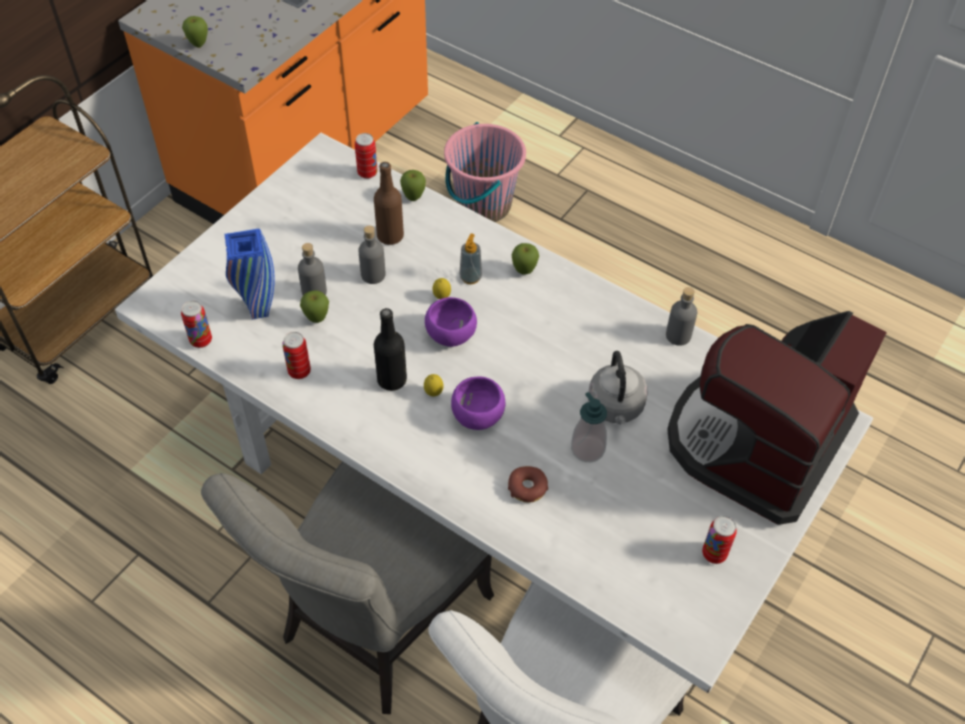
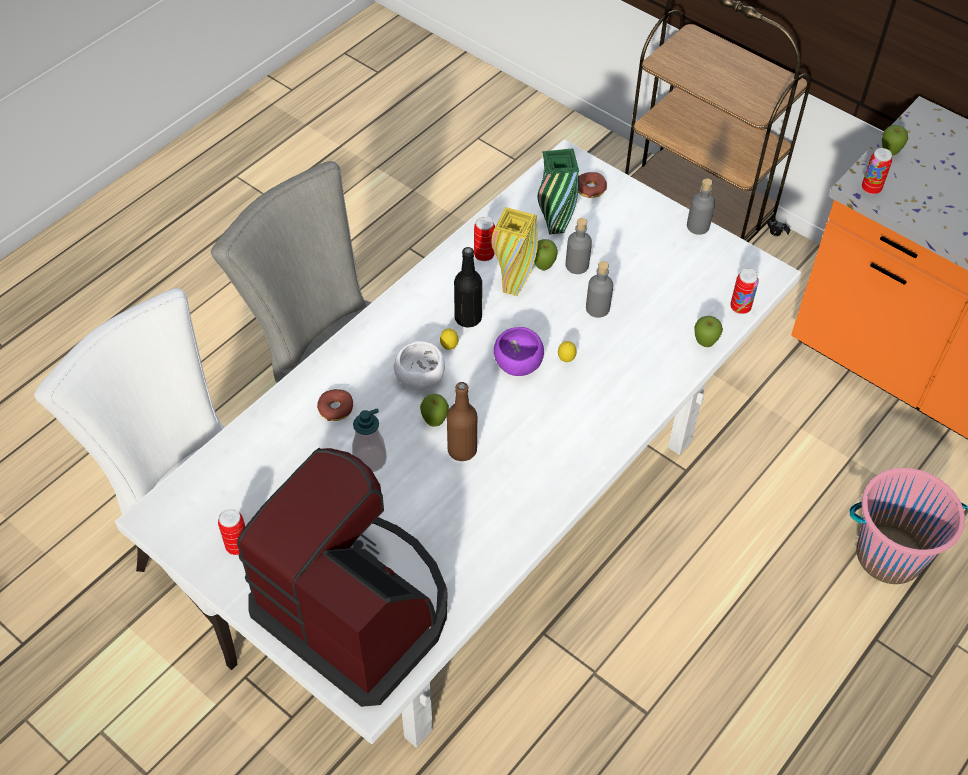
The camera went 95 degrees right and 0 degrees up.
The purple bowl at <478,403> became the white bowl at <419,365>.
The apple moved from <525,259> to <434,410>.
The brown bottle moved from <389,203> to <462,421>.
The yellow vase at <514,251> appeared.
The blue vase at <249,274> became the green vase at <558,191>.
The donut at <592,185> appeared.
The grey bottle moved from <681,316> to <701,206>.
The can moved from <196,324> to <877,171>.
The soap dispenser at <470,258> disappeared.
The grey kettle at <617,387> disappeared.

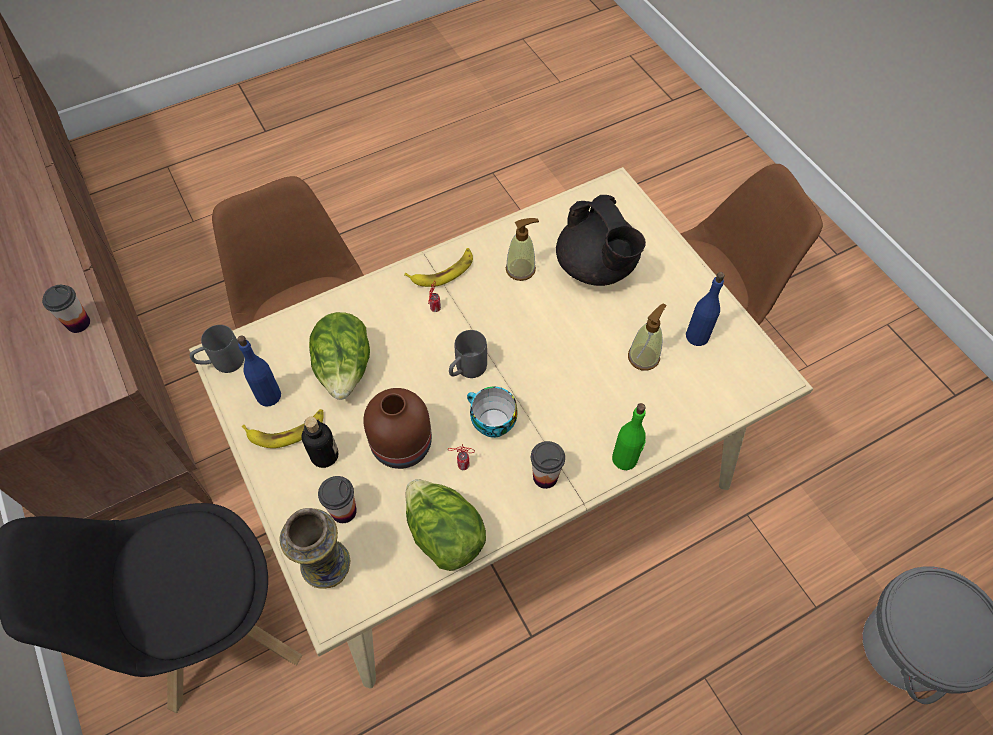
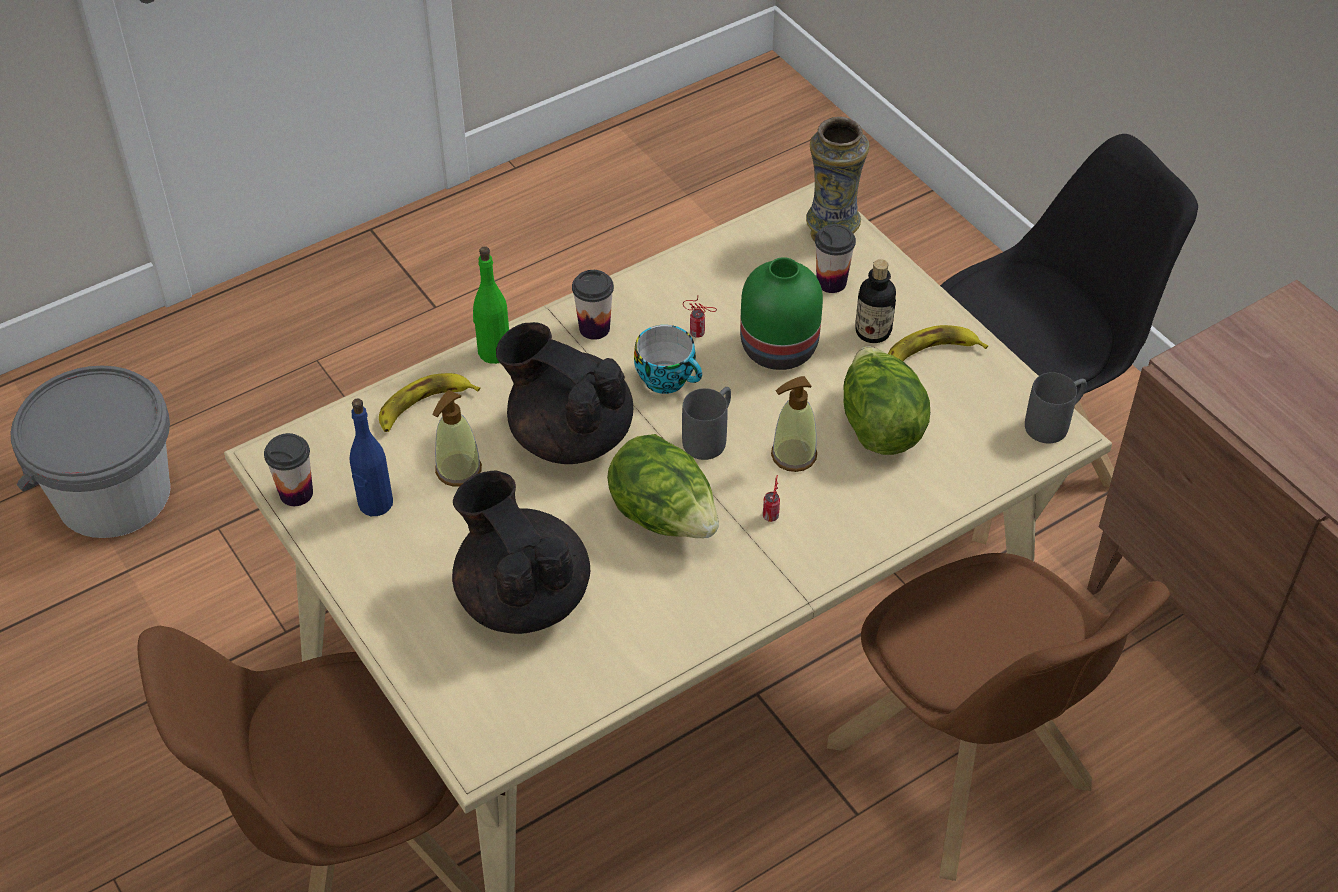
The camera went 175 degrees right and 10 degrees down.
The cup moved from <66,309> to <288,469>.
The banana moved from <438,267> to <429,402>.
The black teapot at <564,393> appeared.
The lettuce moved from <446,525> to <663,486>.
The brown vase at <397,428> became the green vase at <781,313>.
The soap dispenser moved from <522,249> to <794,424>.
The blue bottle at <259,371> disappeared.

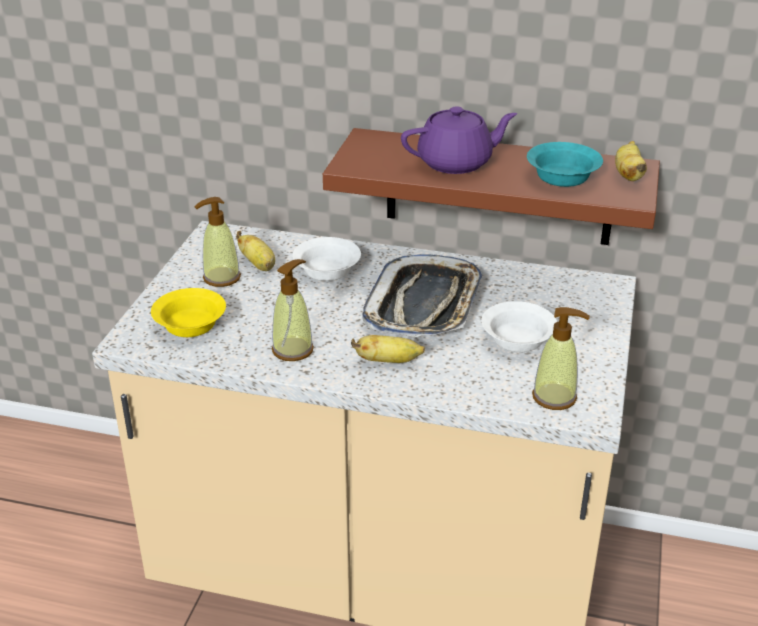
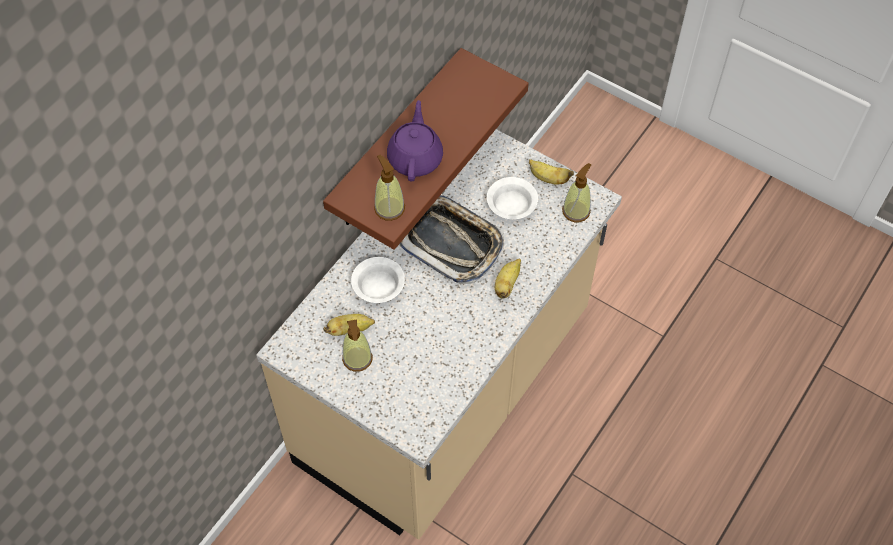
The camera went 70 degrees left and 25 degrees up.
The soap dispenser moved from <293,310> to <389,188>.
The banana moved from <631,161> to <551,171>.
The yellow bowl at <188,312> disappeared.
The turquoise bowl at <565,164> disappeared.

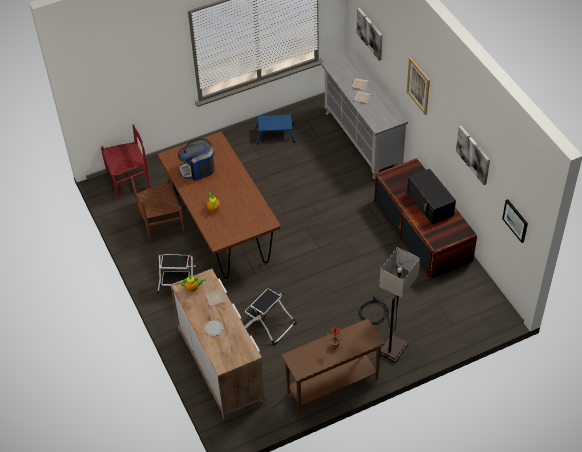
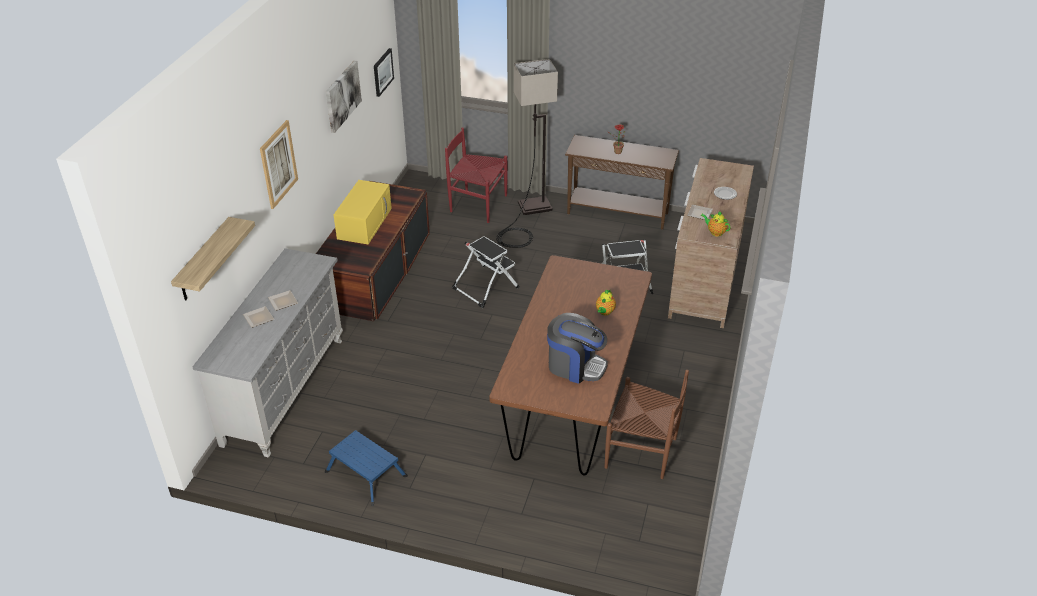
The camera went 140 degrees left and 10 degrees down.
The picture at <370,34> was replaced by the shelf at <213,259>.
The black microwave at <431,196> became the yellow microwave at <363,212>.
The red chair moved from <125,162> to <476,175>.
The step ladder moved from <177,274> to <486,272>.

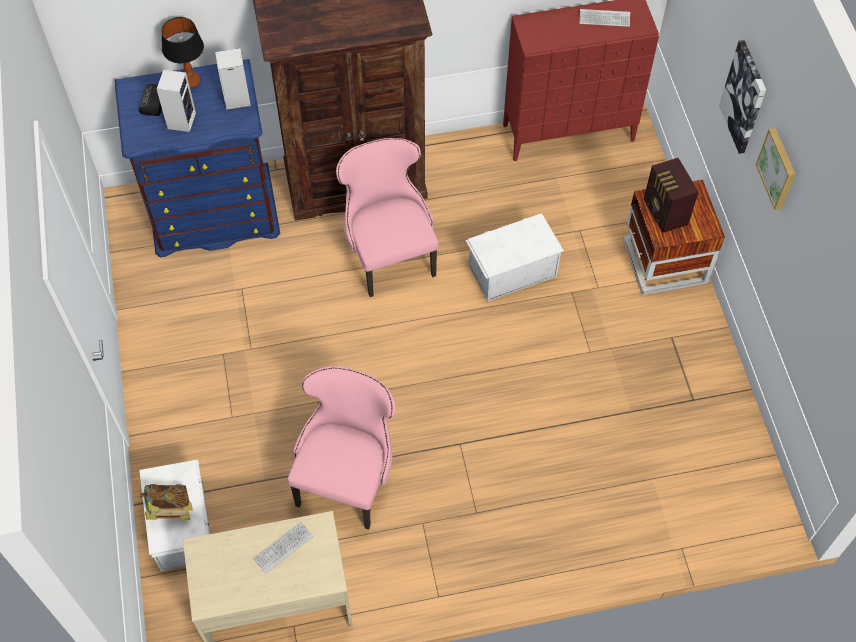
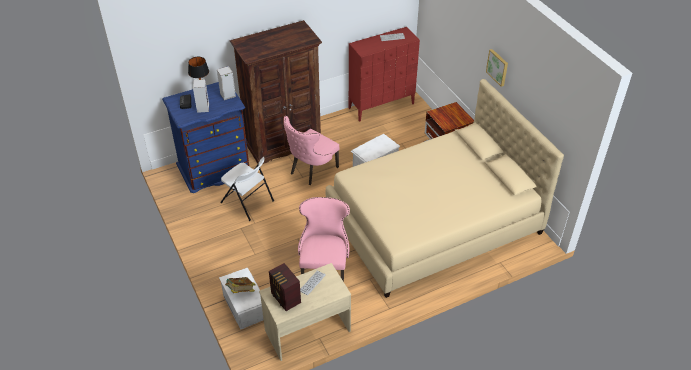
The camera went 15 degrees left and 15 degrees down.
The white chair at <247,189> appeared.
The radio moved from <671,195> to <285,287>.
The pink chair at <387,217> turned 105 degrees counterclockwise.
The beige bed at <445,188> appeared.
The picture at <742,97> disappeared.

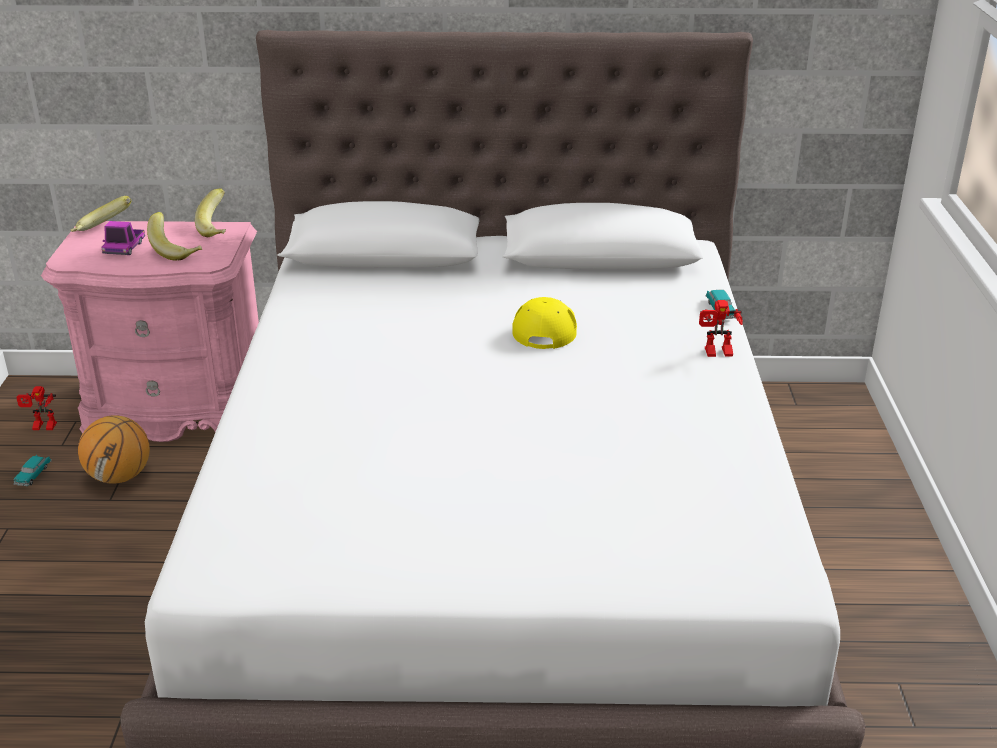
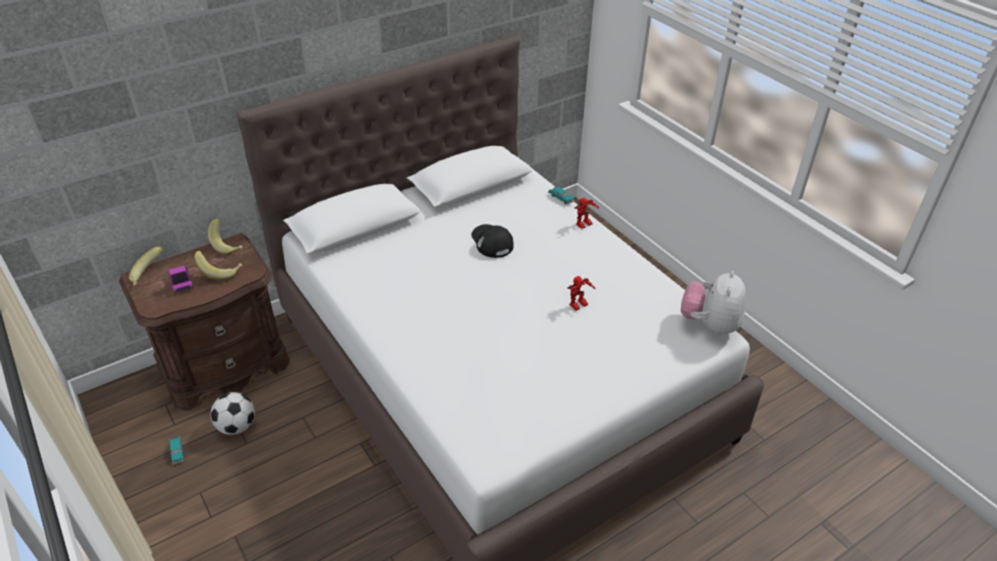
The camera went 35 degrees left and 10 degrees up.
The pink nightstand at <150,331> became the brown nightstand at <204,322>.
The basketball at <114,449> was replaced by the football at <232,413>.
The yellow cap at <544,323> became the black cap at <492,241>.
The toy robot moved from <36,408> to <581,293>.
The plush toy at <713,303> appeared.

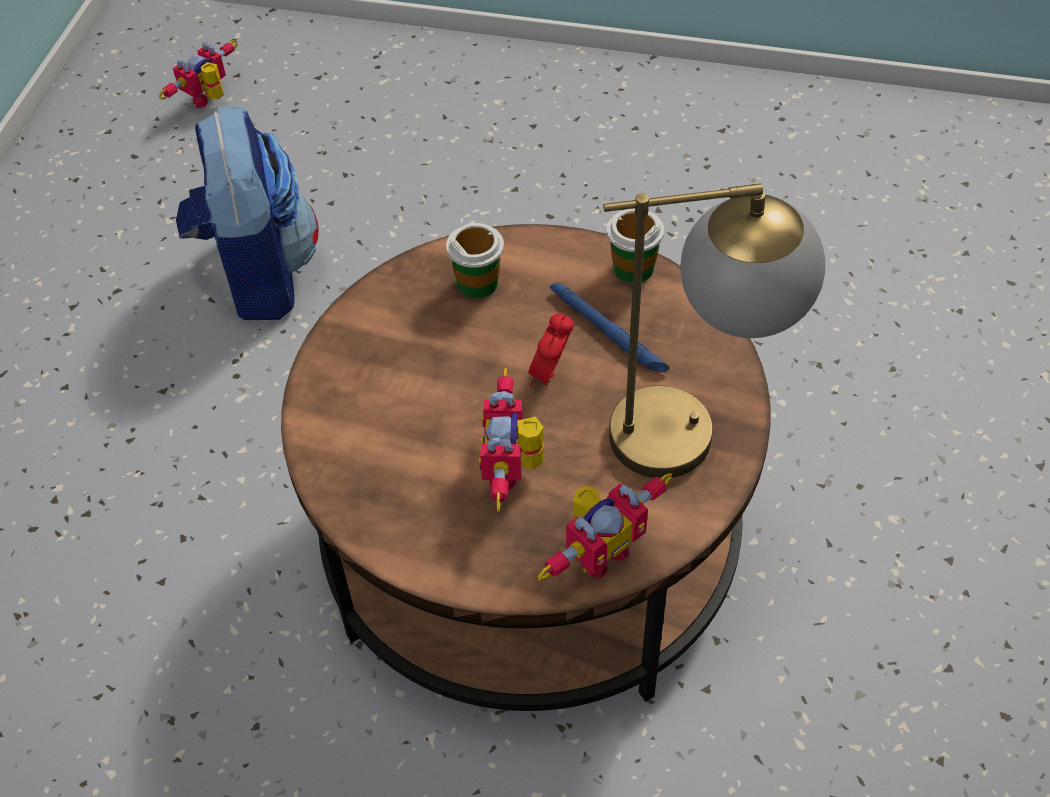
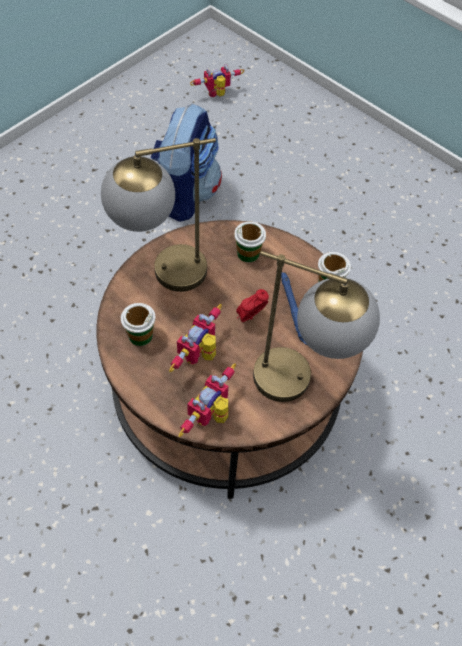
The camera went 25 degrees right and 5 degrees up.
The table lamp at <158,215> appeared.
The cup at <138,324> appeared.
The toy robot at <605,527> turned 135 degrees clockwise.

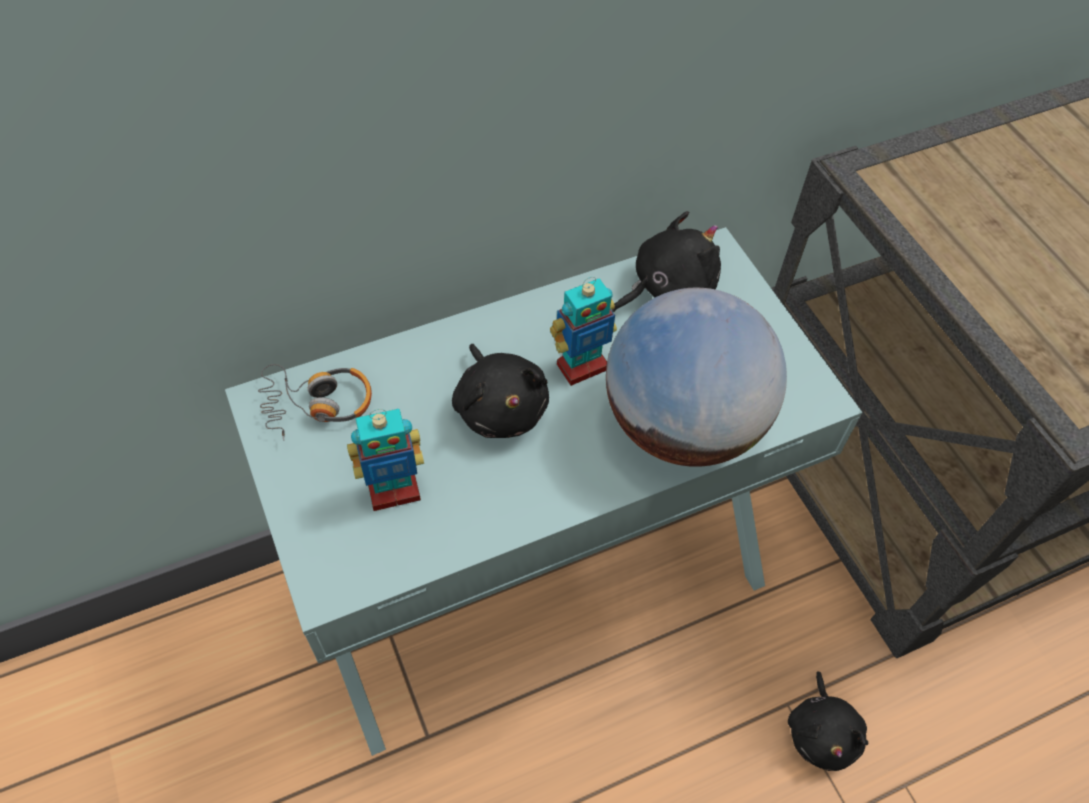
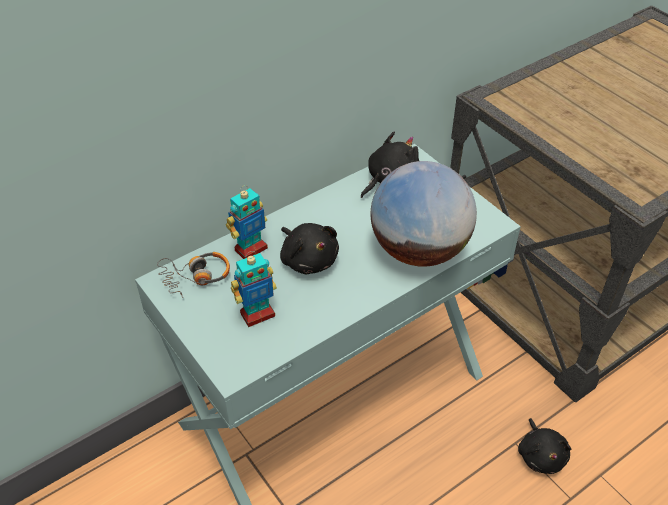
The camera went 10 degrees left and 10 degrees down.
The toy robot moved from <583,331> to <247,222>.

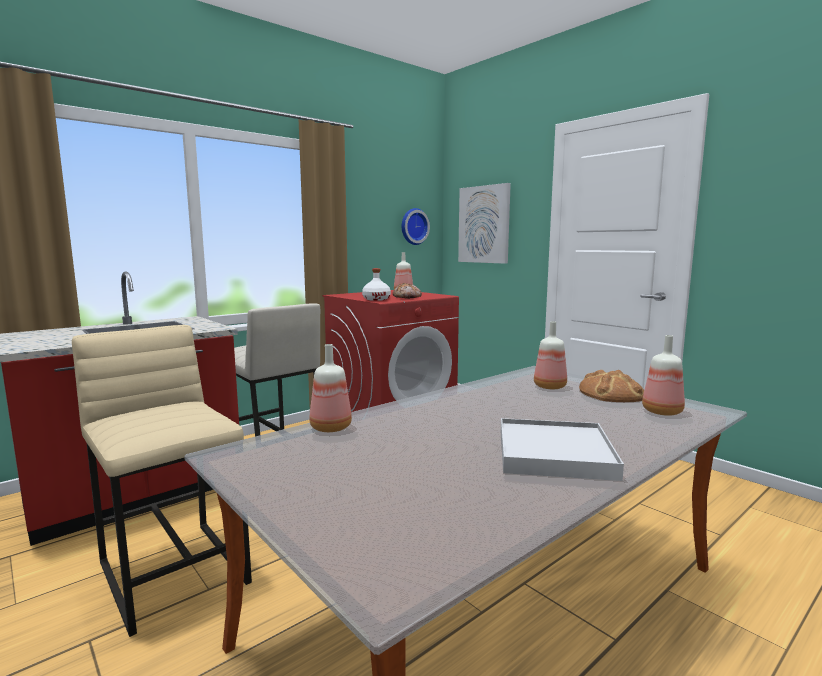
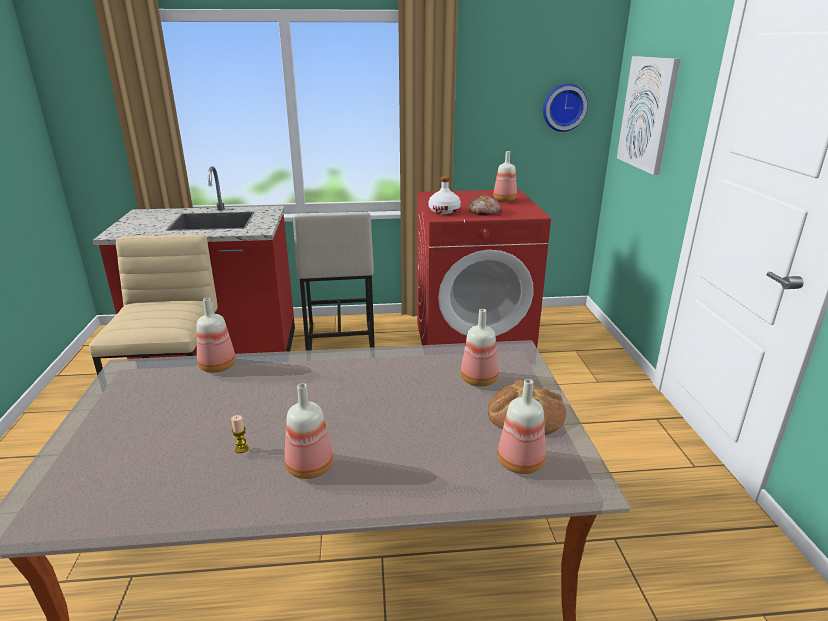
The camera went 35 degrees right and 15 degrees up.
The candle at <240,434> appeared.
The white tray at <562,449> was replaced by the bottle at <308,431>.

